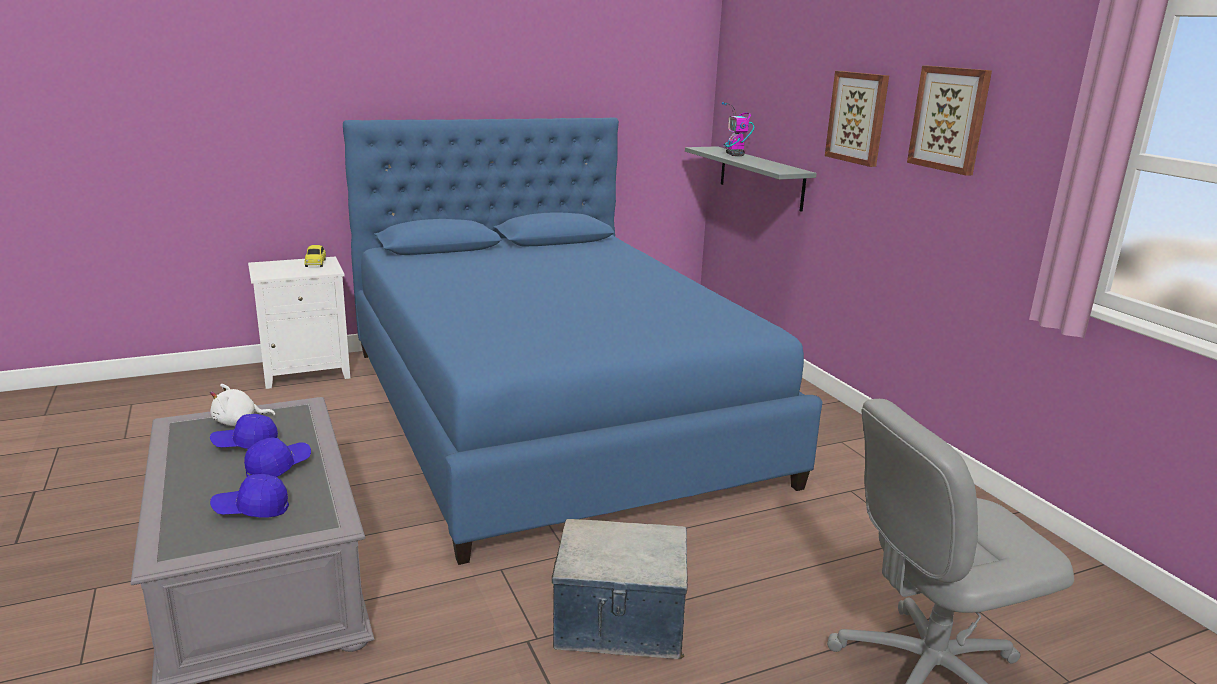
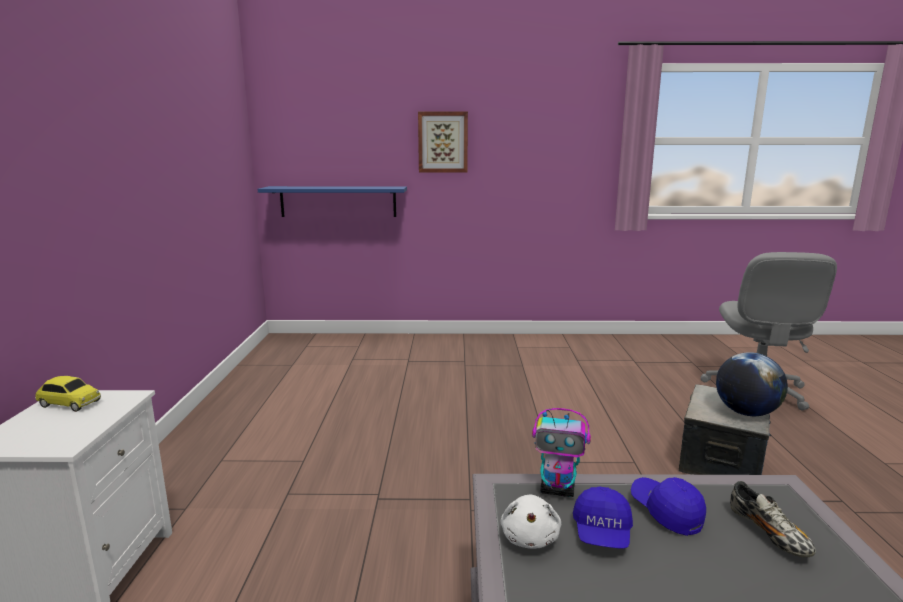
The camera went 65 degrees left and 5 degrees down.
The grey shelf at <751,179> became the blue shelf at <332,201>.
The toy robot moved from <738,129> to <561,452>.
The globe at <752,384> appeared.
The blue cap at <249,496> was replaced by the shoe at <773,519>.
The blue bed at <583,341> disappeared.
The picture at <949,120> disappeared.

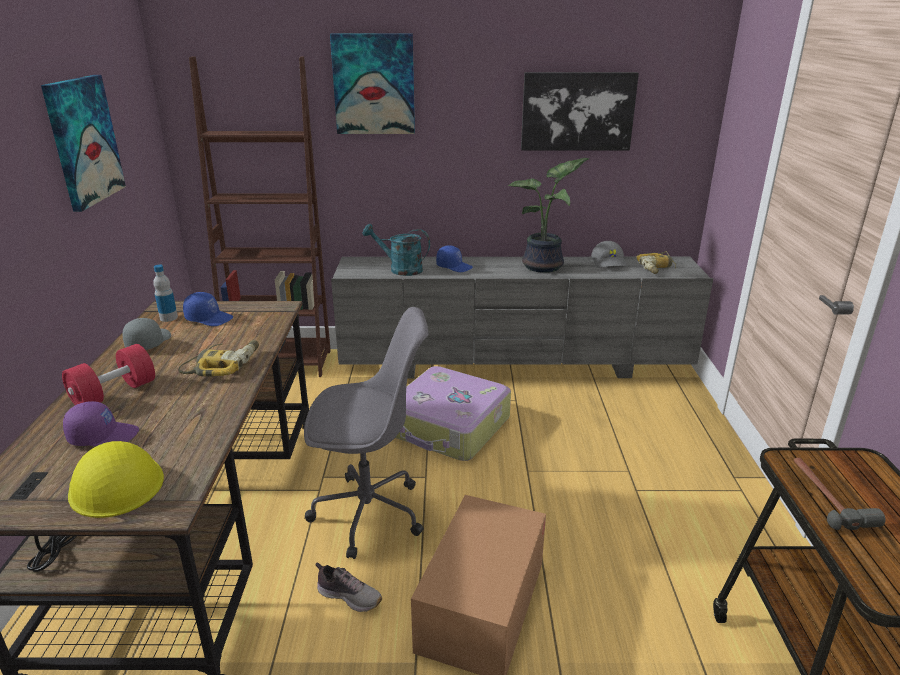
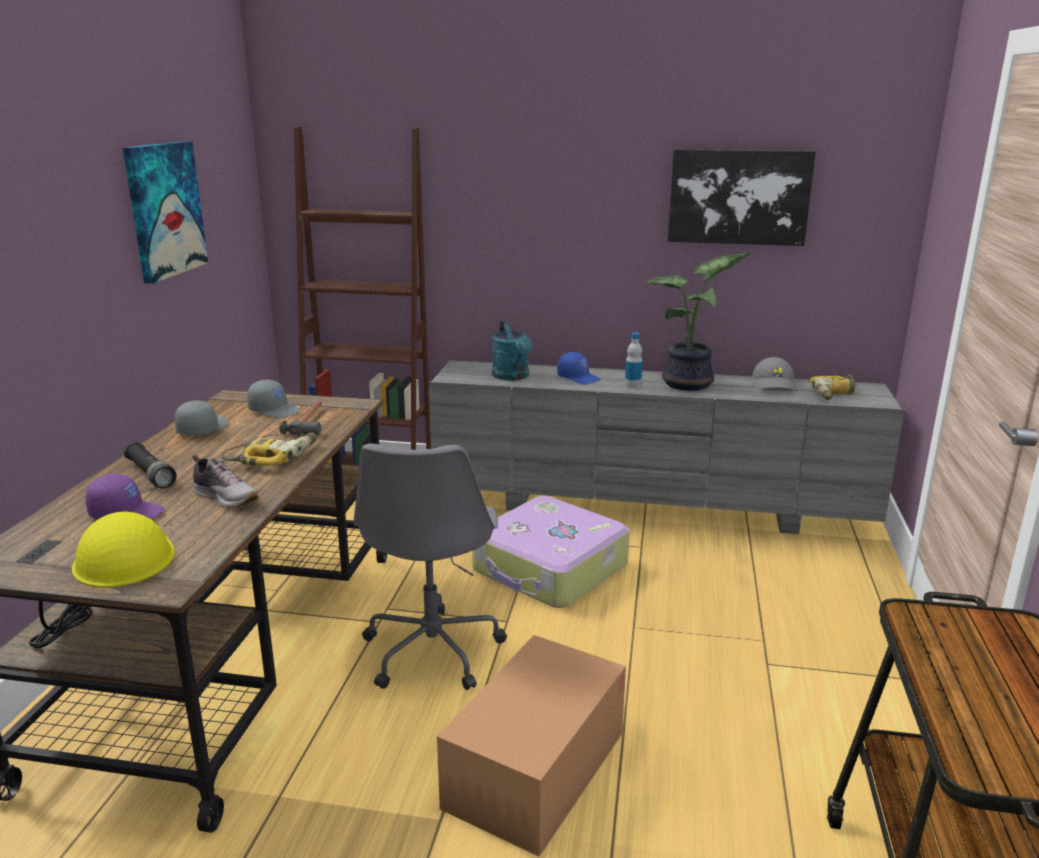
The camera went 10 degrees right and 5 degrees down.
The red dumbbell at <108,374> was replaced by the black flashlight at <150,465>.
The shoe moved from <348,587> to <225,481>.
The blue cap at <208,309> became the grey cap at <274,399>.
The hammer moved from <840,494> to <300,418>.
The grey office chair at <366,433> turned 90 degrees clockwise.
The turquoise watering can at <396,250> turned 135 degrees counterclockwise.
The bottle moved from <165,293> to <634,360>.
The picture at <372,84> disappeared.

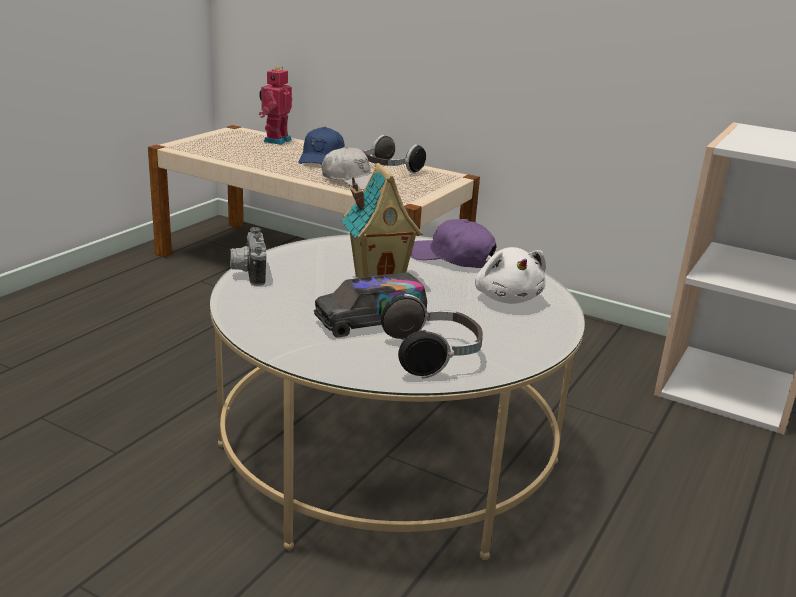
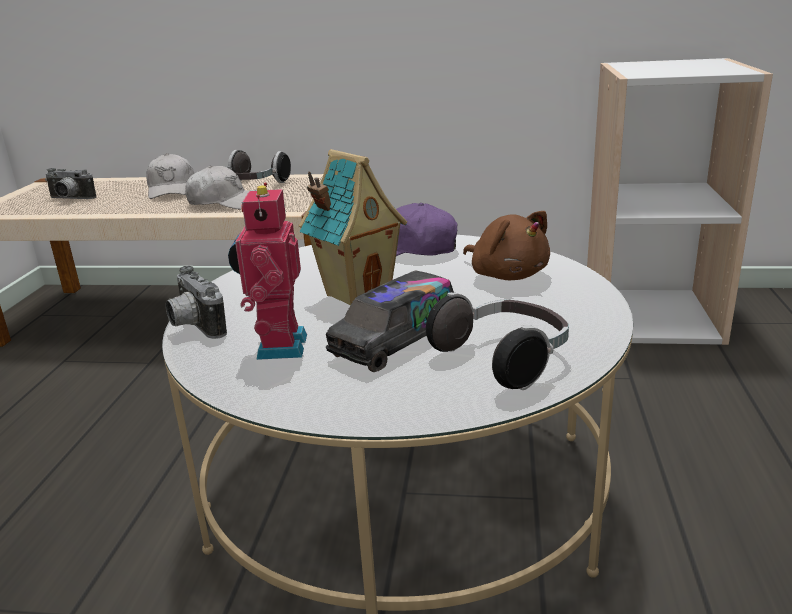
The camera went 20 degrees left and 0 degrees up.
The photo camera at <70,183> appeared.
The blue cap at <321,145> became the white cap at <170,176>.
The toy robot moved from <275,106> to <267,271>.
The white plush toy at <510,275> became the brown plush toy at <506,245>.

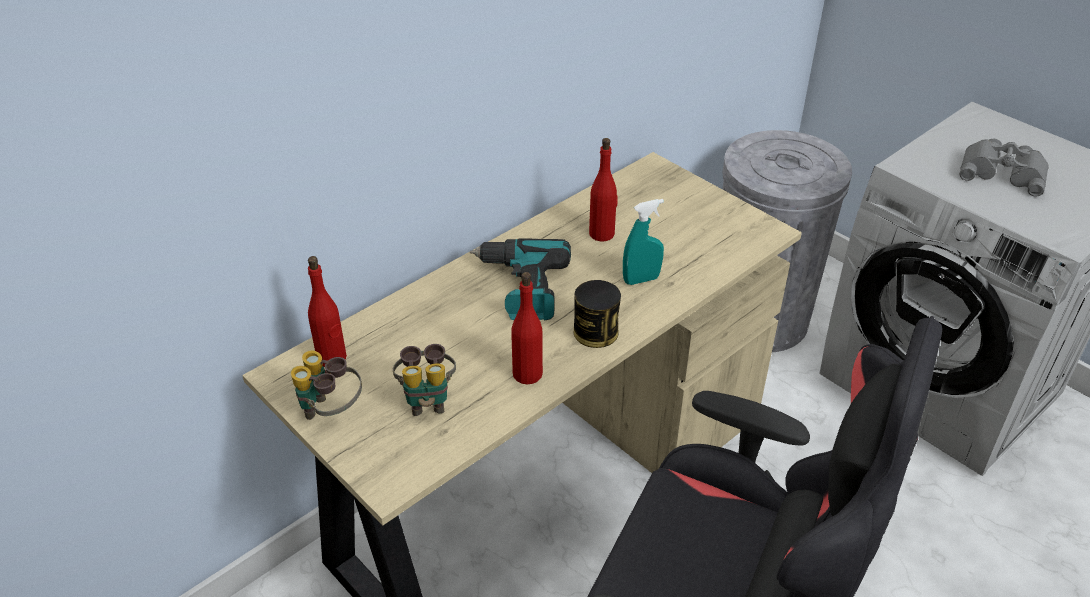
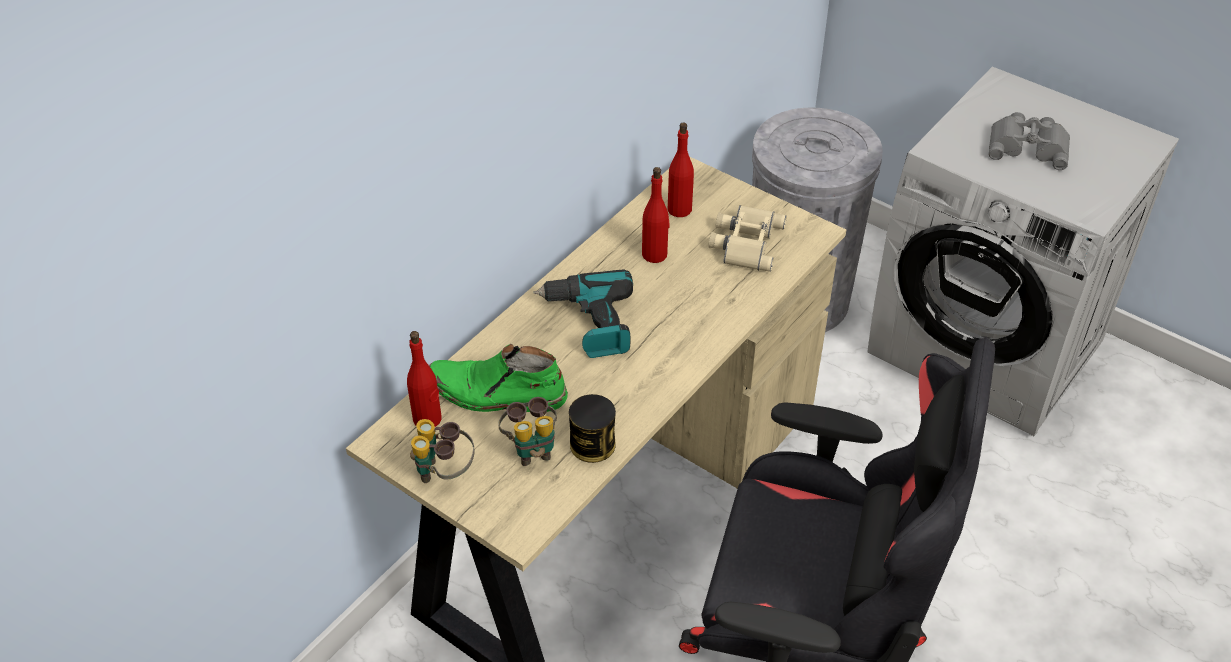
The camera went 10 degrees left and 5 degrees up.
The green boot at <498,378> appeared.
The can moved from <597,314> to <592,428>.
The red bottle moved from <527,328> to <681,170>.
The beige binoculars at <747,238> appeared.
The turquoise spray bottle at <643,242> disappeared.

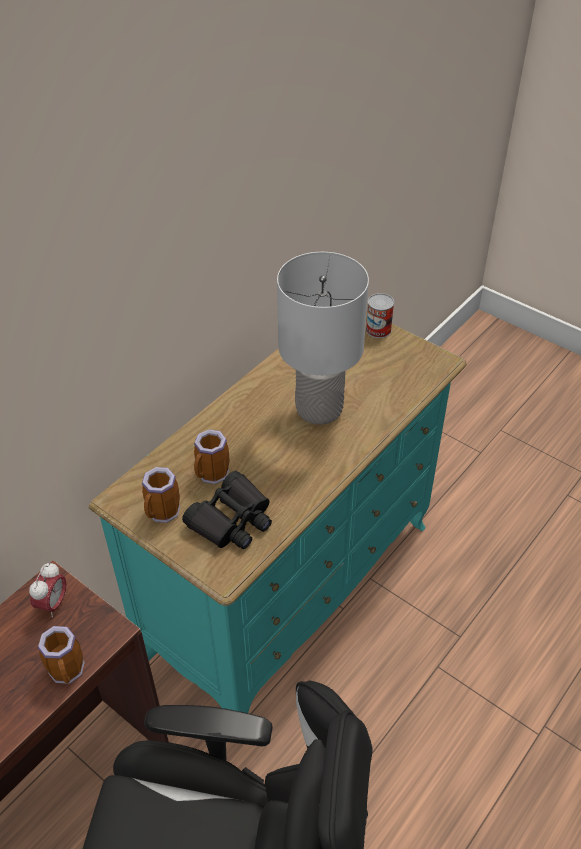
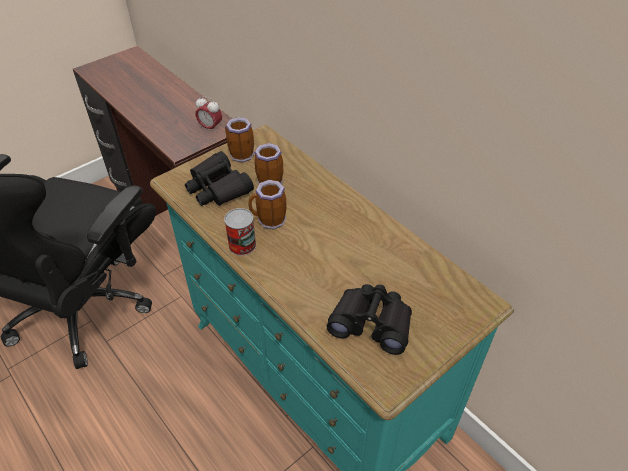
The camera went 100 degrees right and 0 degrees up.
The can moved from <380,315> to <240,232>.
The mug moved from <61,655> to <267,205>.
The black binoculars at <369,319> appeared.
The grey table lamp at <323,338> disappeared.

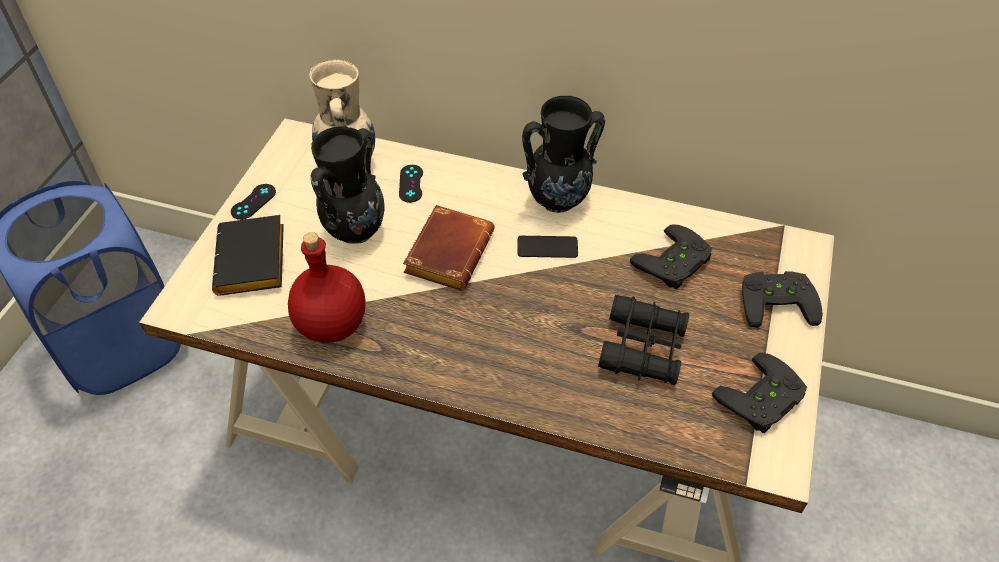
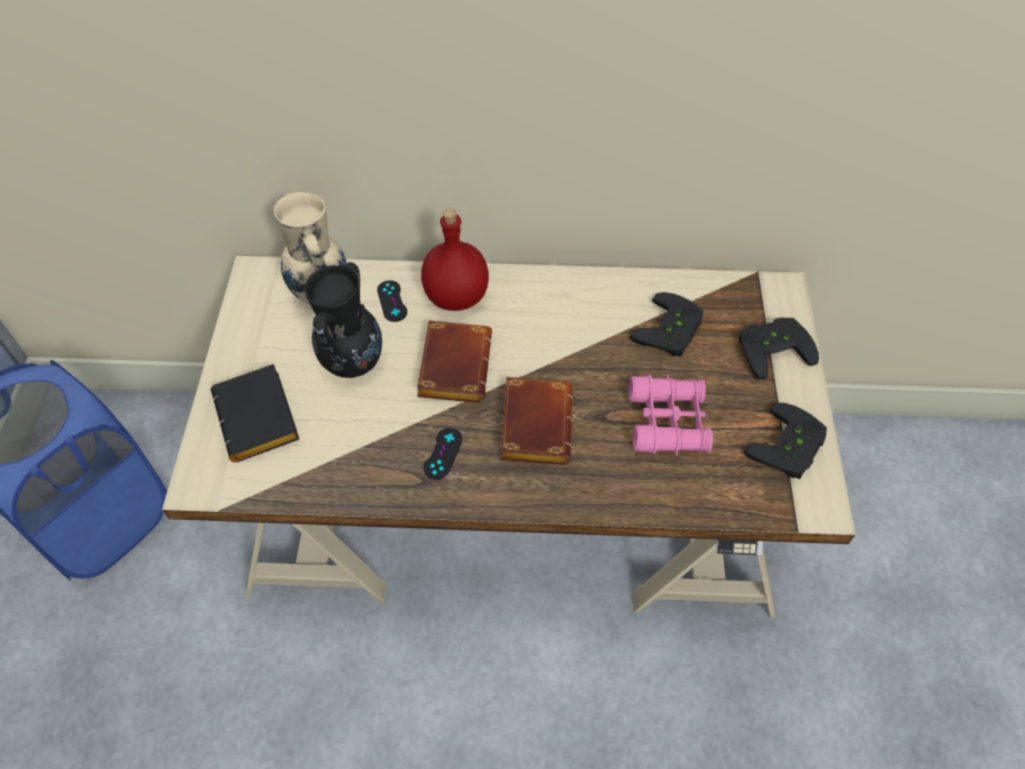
The camera went 15 degrees left and 5 degrees up.
The red bottle moved from <326,287> to <455,260>.
The black game controller moved from <253,202> to <443,454>.
The brown book at <536,421> appeared.
The black binoculars at <643,340> became the pink binoculars at <671,415>.
The phone at <547,247> disappeared.
The black vase at <563,154> disappeared.

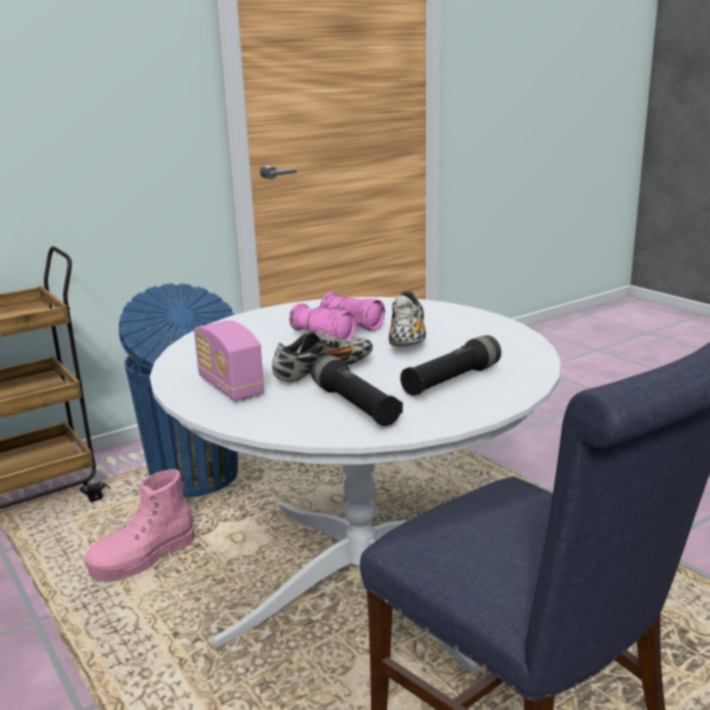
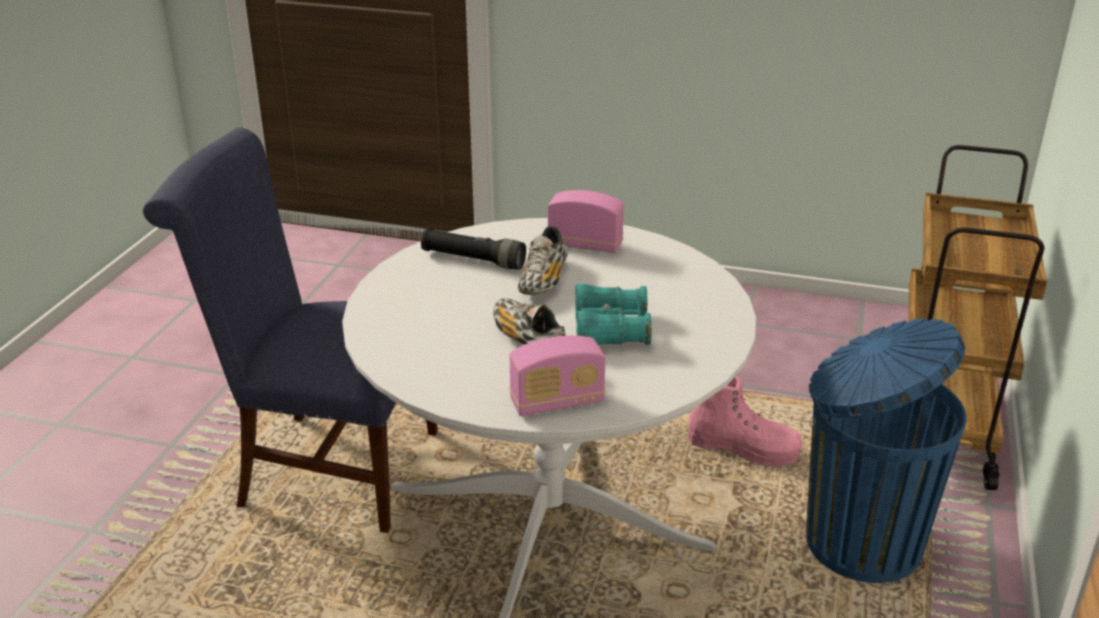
The camera went 140 degrees right and 10 degrees up.
The radio at <558,375> appeared.
The pink binoculars at <337,315> became the turquoise binoculars at <613,314>.
The pink boot at <140,525> turned 105 degrees clockwise.
The black flashlight at <450,365> disappeared.

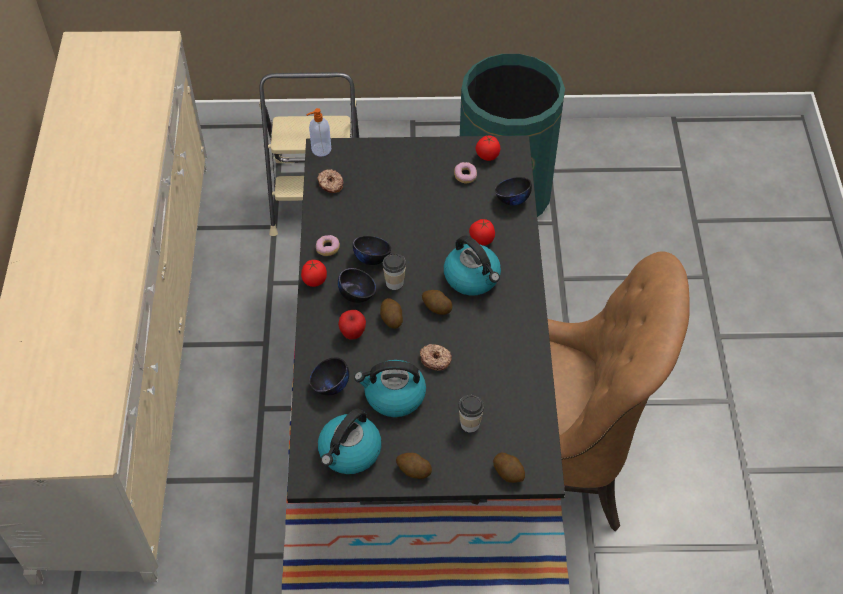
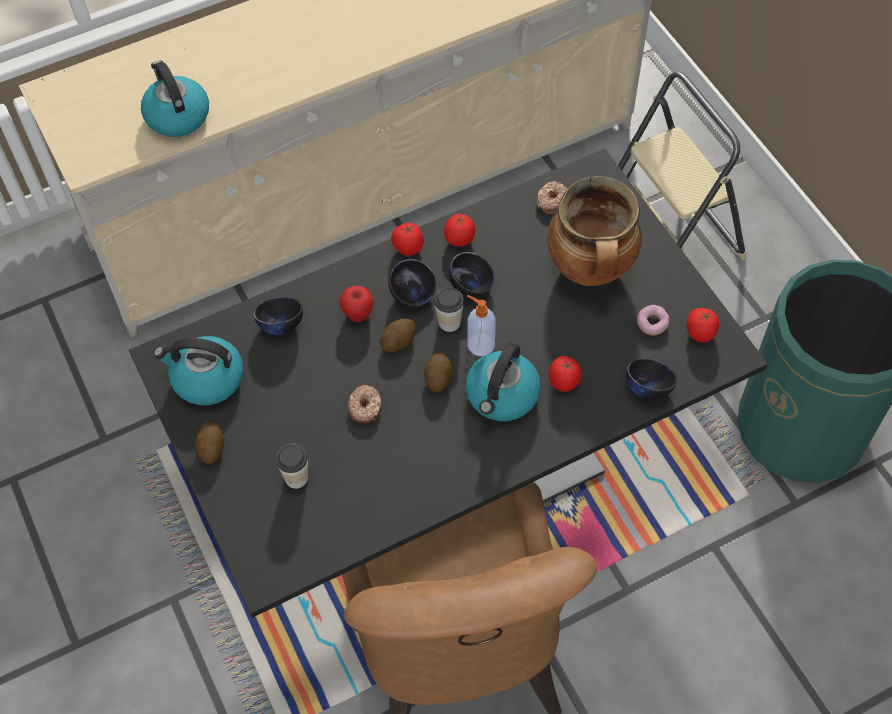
The camera went 65 degrees right and 5 degrees up.
The kettle moved from <390,388> to <175,98>.
The donut at <328,245> was replaced by the tomato at <459,230>.
The soap dispenser moved from <318,132> to <481,325>.
The cooking pot at <594,231> appeared.
The potato at <509,467> disappeared.

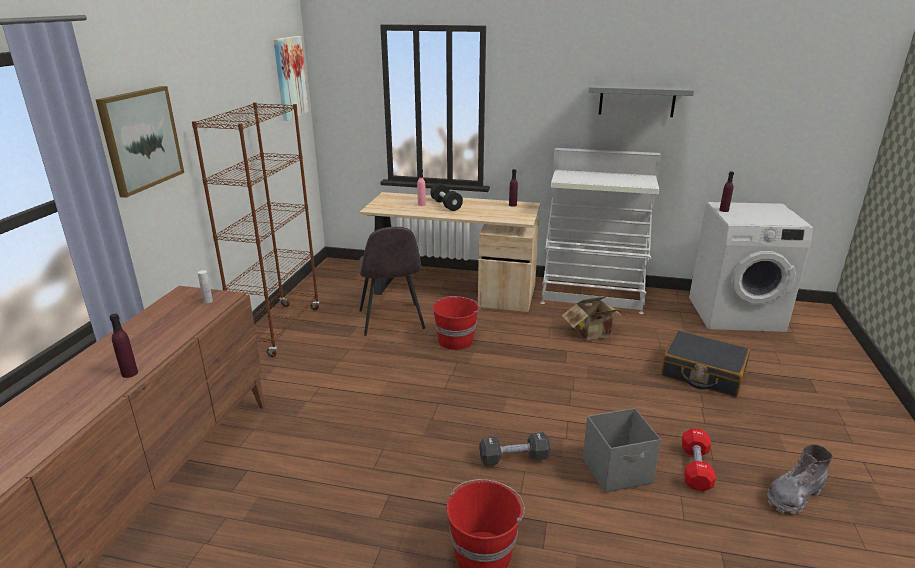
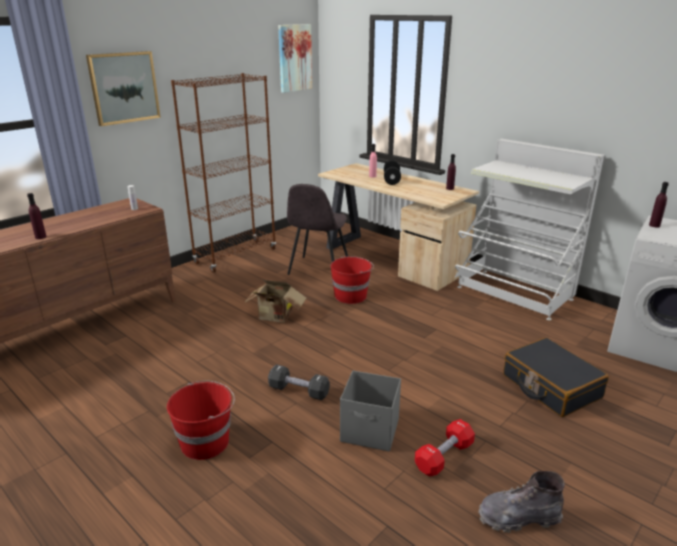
The camera went 30 degrees right and 0 degrees up.
The cardboard box moved from <594,319> to <275,301>.
The grey shelf at <641,100> disappeared.

